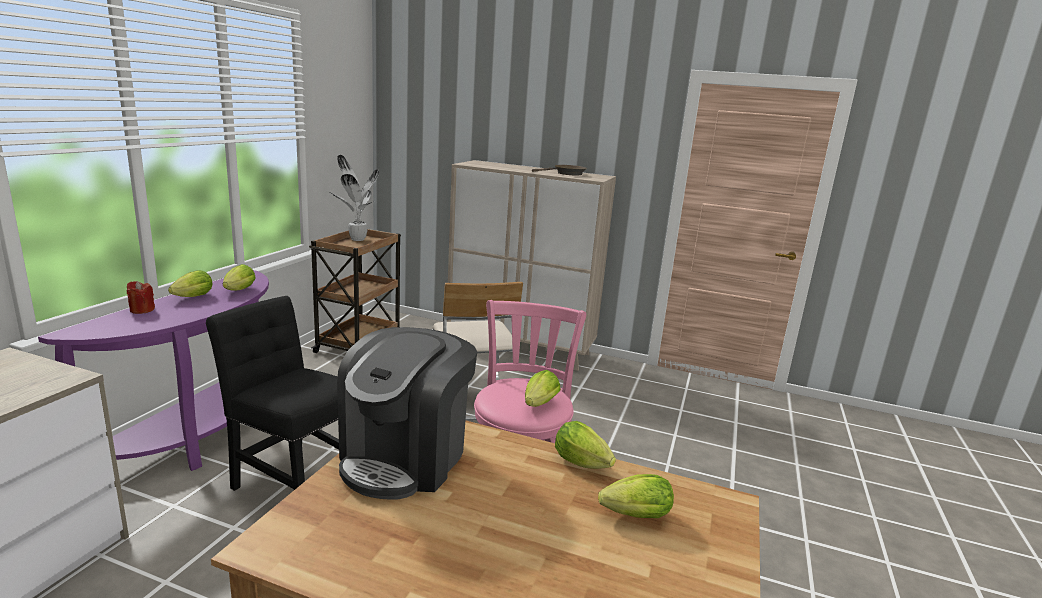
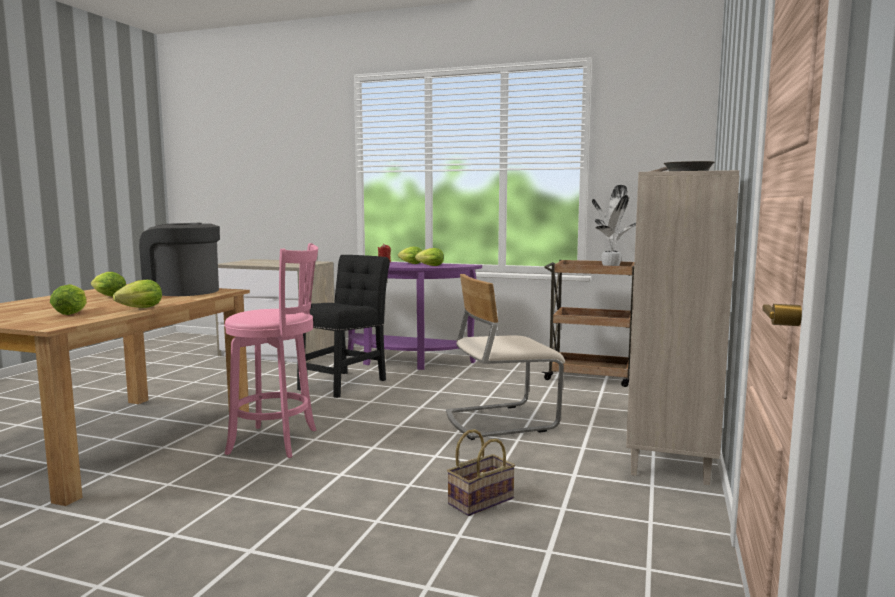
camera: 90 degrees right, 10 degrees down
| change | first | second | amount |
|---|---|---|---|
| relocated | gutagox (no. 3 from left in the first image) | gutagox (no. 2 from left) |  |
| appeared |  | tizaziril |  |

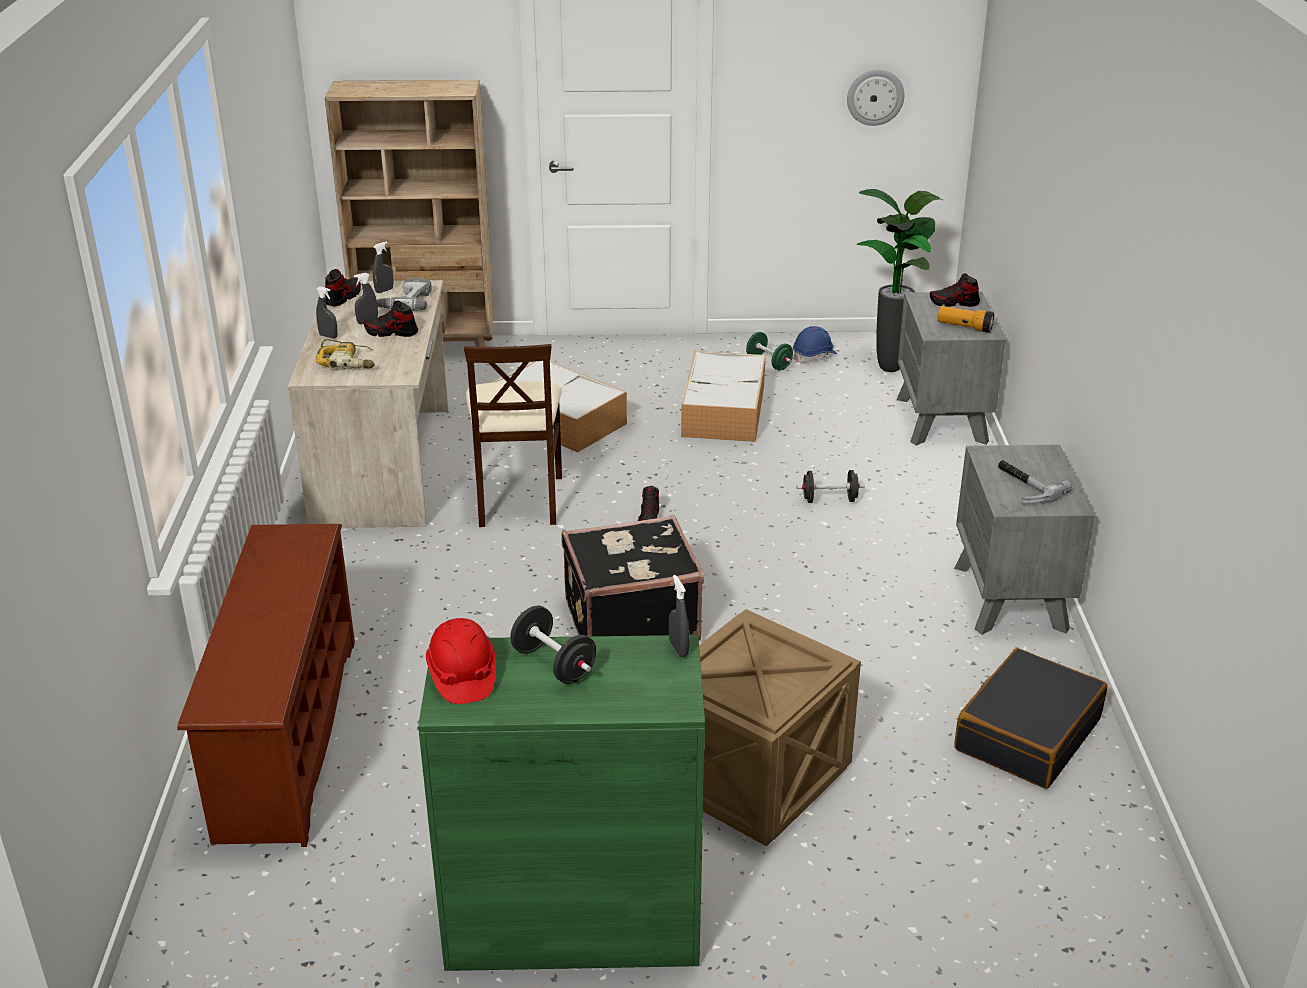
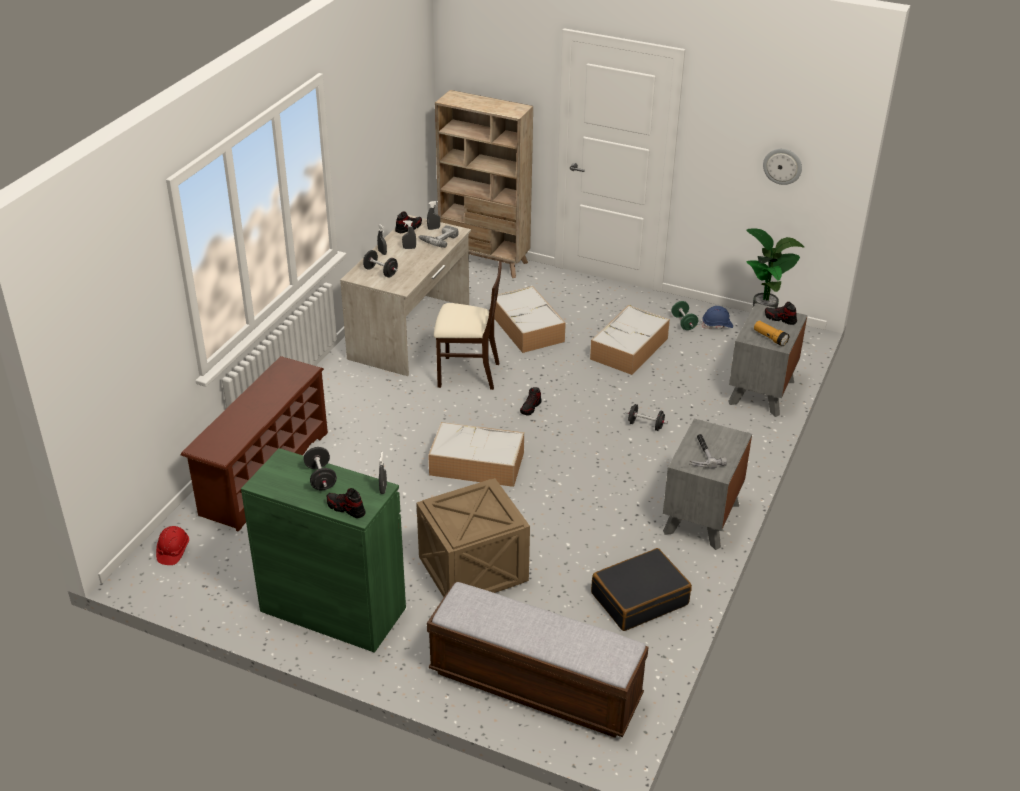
camera: 25 degrees right, 5 degrees up
| change | first | second | amount |
|---|---|---|---|
| relocated | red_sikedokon |  |  |
| relocated | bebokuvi (no. 2 from left in the first image) | bebokuvi (no. 1 from left) |  |
| exchanged | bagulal (no. 1 from left) | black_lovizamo (no. 2 from left) |  |
| appeared |  | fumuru |  |
| exchanged | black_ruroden (no. 1 from left) | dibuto (no. 1 from left) |  |
| spun | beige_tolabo |  | 105 degrees counterclockwise |

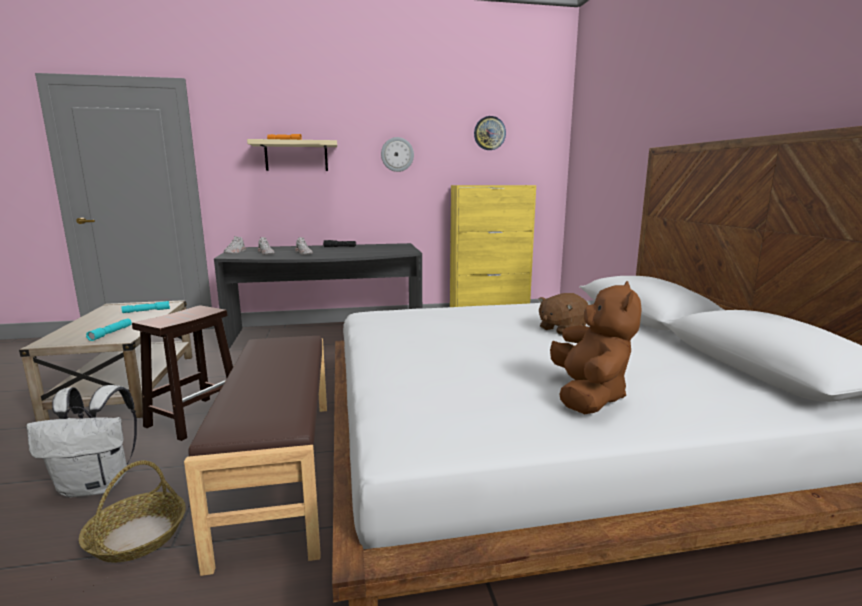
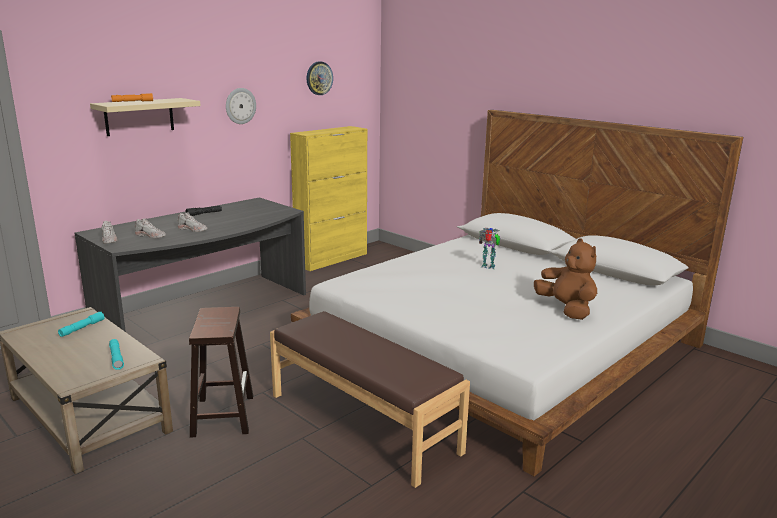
camera: 35 degrees left, 5 degrees up
| change | first | second | amount |
|---|---|---|---|
| exchanged | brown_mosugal (no. 1 from left) | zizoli |  |
| missing | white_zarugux |  |  |
| missing | tizaziril |  |  |

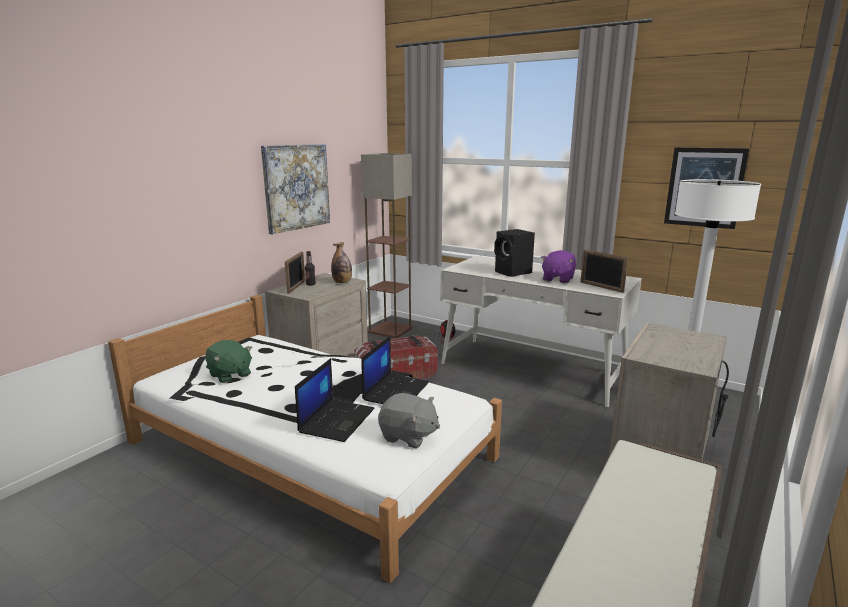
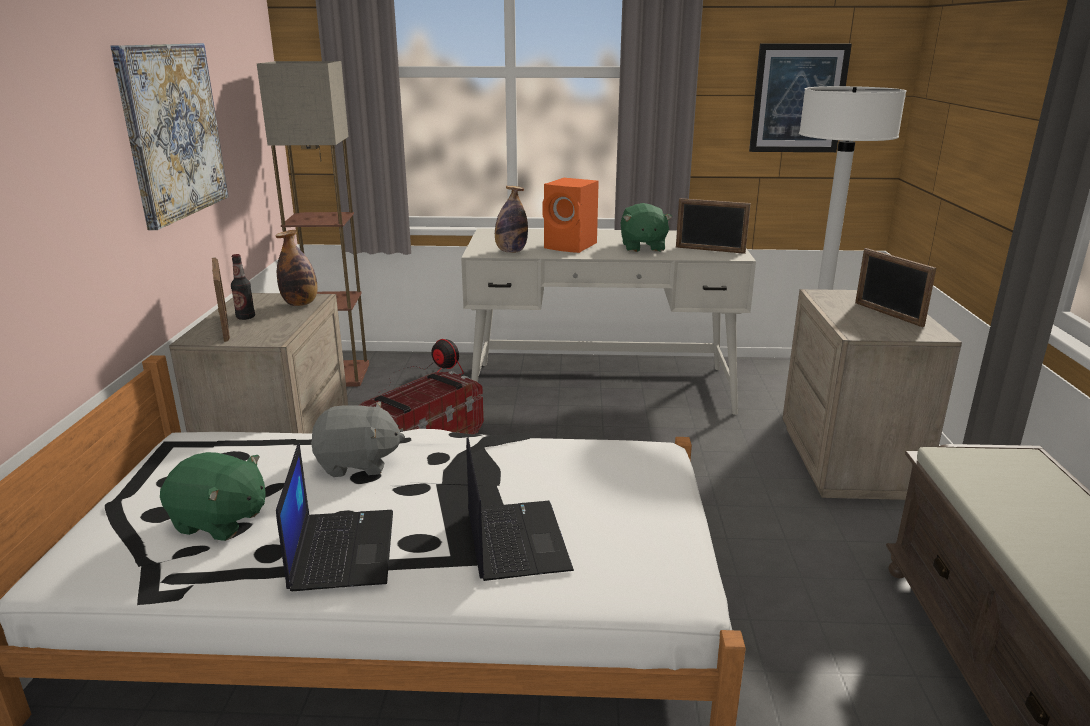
camera: 30 degrees left, 5 degrees up
| change | first | second | amount |
|---|---|---|---|
| relocated | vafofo (no. 2 from left in the first image) | vafofo (no. 1 from left) |  |
| relocated | grey_mosugal |  |  |
| appeared |  | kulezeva (no. 3 from left) |  |
| colour | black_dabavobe | orange_dabavobe |  |
| colour | purple_mosugal | green_mosugal (no. 2 from left) |  |
| appeared |  | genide (no. 3 from left) |  |

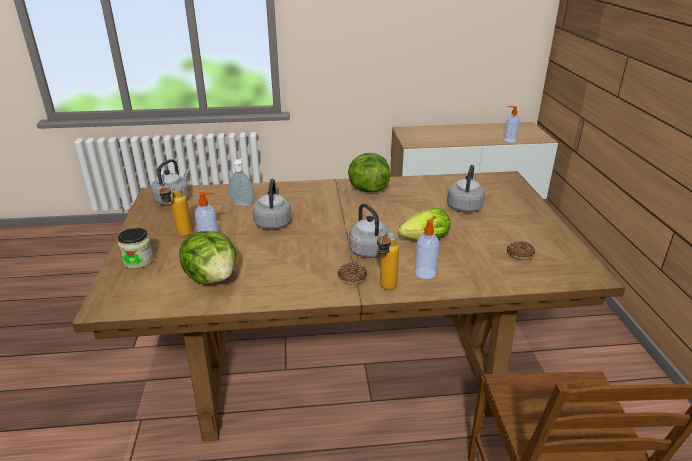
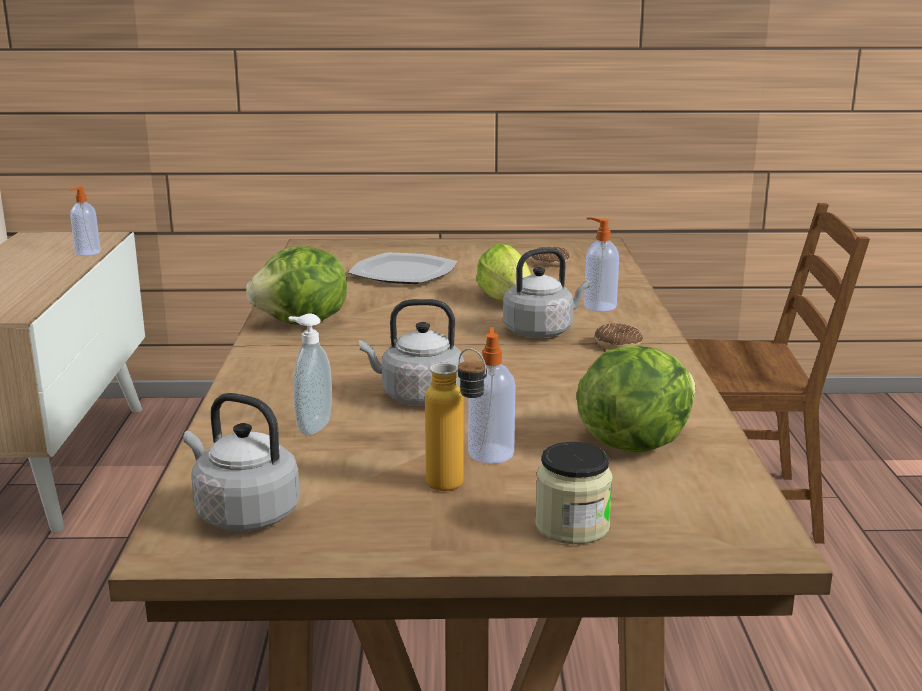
camera: 85 degrees left, 10 degrees down
| change | first | second | amount |
|---|---|---|---|
| exchanged | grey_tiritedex (no. 4 from left) | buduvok |  |
| missing | kulezeva (no. 2 from left) |  |  |

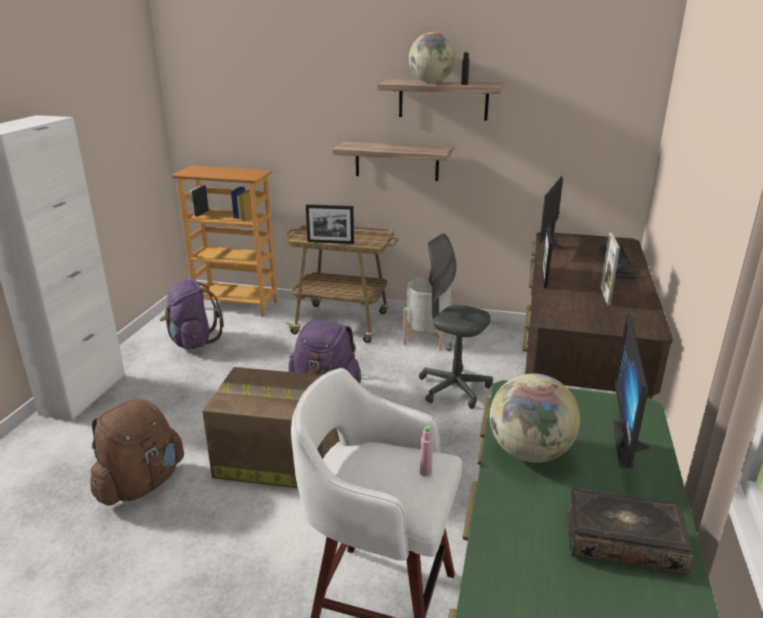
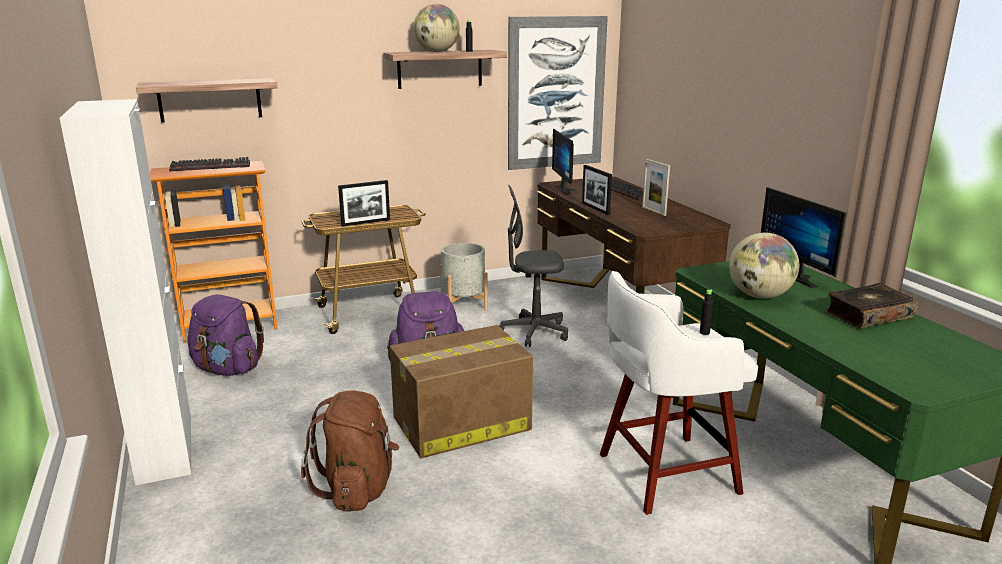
camera: 35 degrees left, 5 degrees down
| change | first | second | amount |
|---|---|---|---|
| relocated | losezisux (no. 1 from left) |  |  |
| appeared |  | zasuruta (no. 1 from left) |  |
| appeared |  | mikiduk |  |
| colour | pink_kulezeva | black_kulezeva (no. 2 from left) |  |

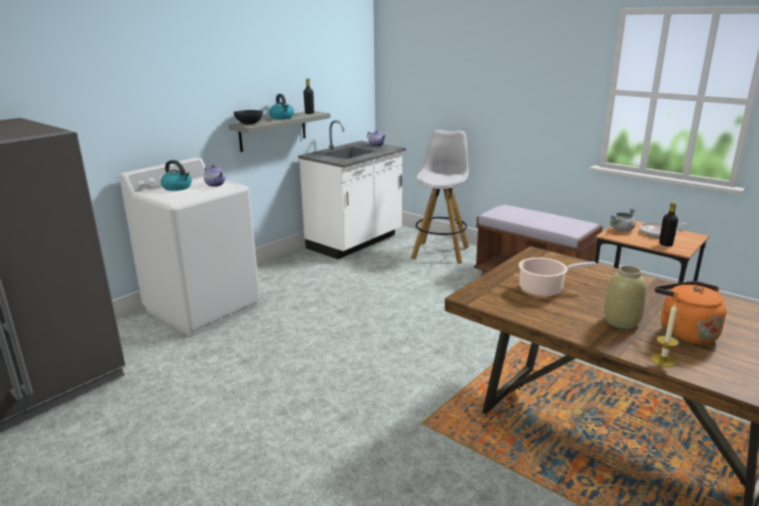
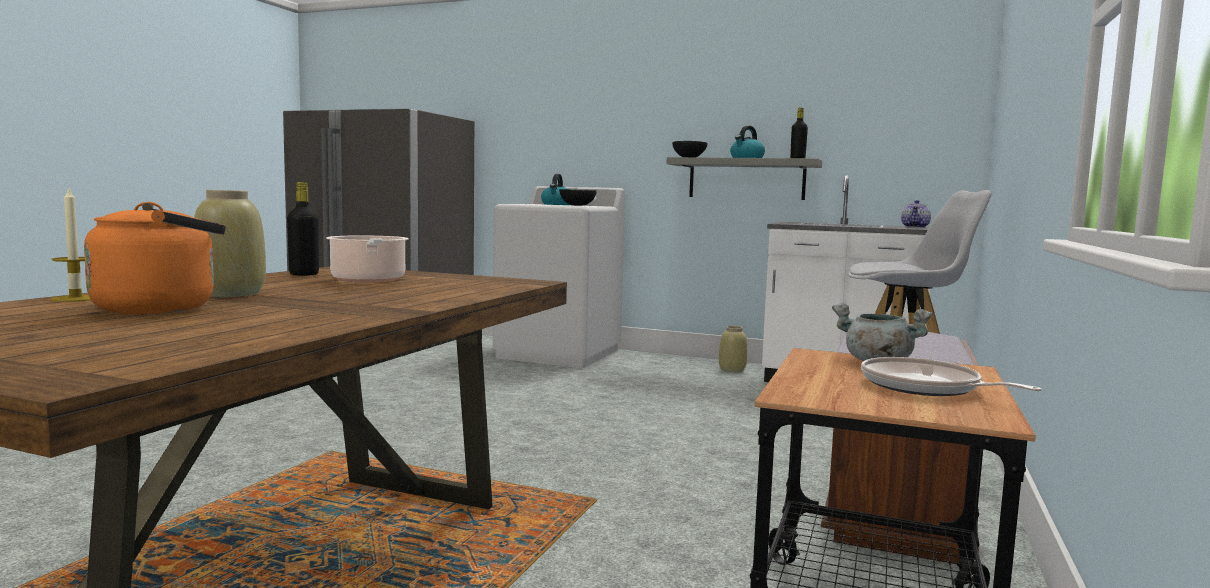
camera: 70 degrees right, 15 degrees down
| change | first | second | amount |
|---|---|---|---|
| relocated | black_kulezeva (no. 2 from left in the first image) | black_kulezeva (no. 1 from left) |  |
| exchanged | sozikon (no. 1 from left) | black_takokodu (no. 1 from left) |  |
| appeared |  | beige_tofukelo (no. 2 from left) |  |

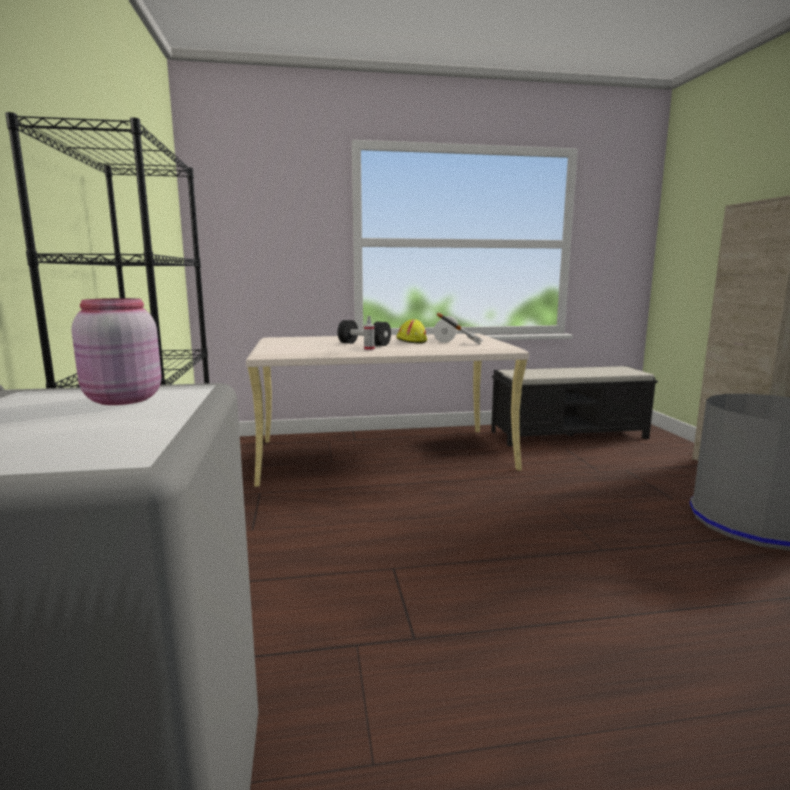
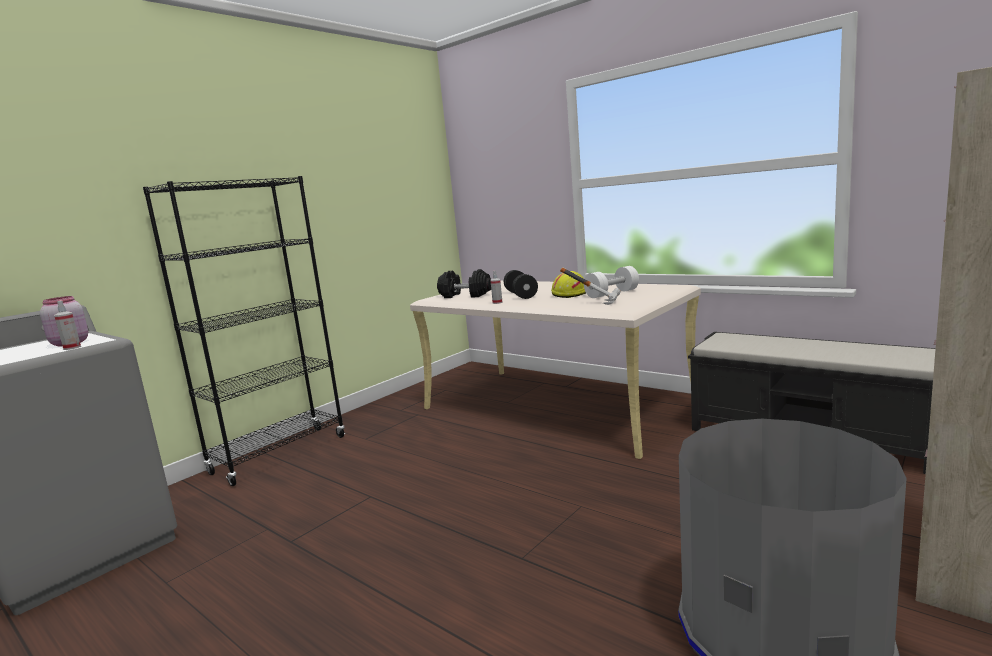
camera: 50 degrees right, 0 degrees up
| change | first | second | amount |
|---|---|---|---|
| appeared |  | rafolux (no. 1 from left) |  |
| appeared |  | black_lovizamo (no. 1 from left) |  |

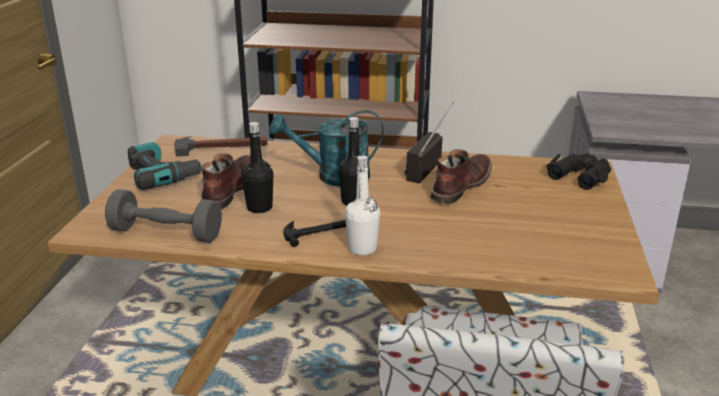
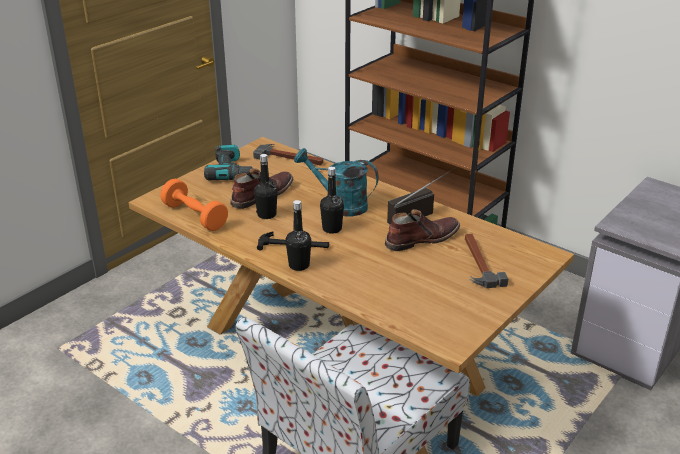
camera: 30 degrees right, 5 degrees up
| change | first | second | amount |
|---|---|---|---|
| colour | grey_lovizamo | orange_lovizamo |  |
| colour | white_kulezeva | black_kulezeva (no. 2 from left) |  |
| appeared |  | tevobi (no. 3 from left) |  |
| missing | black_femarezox |  |  |

